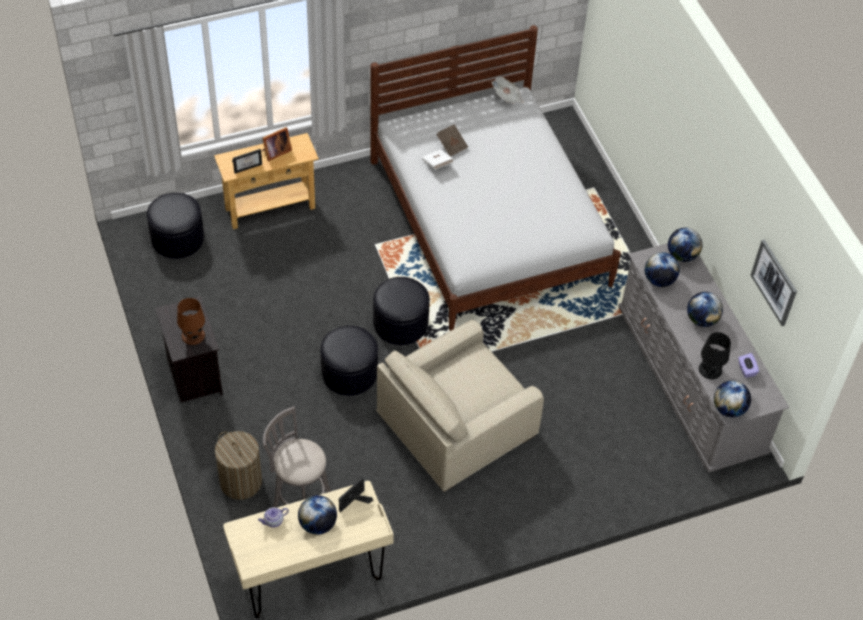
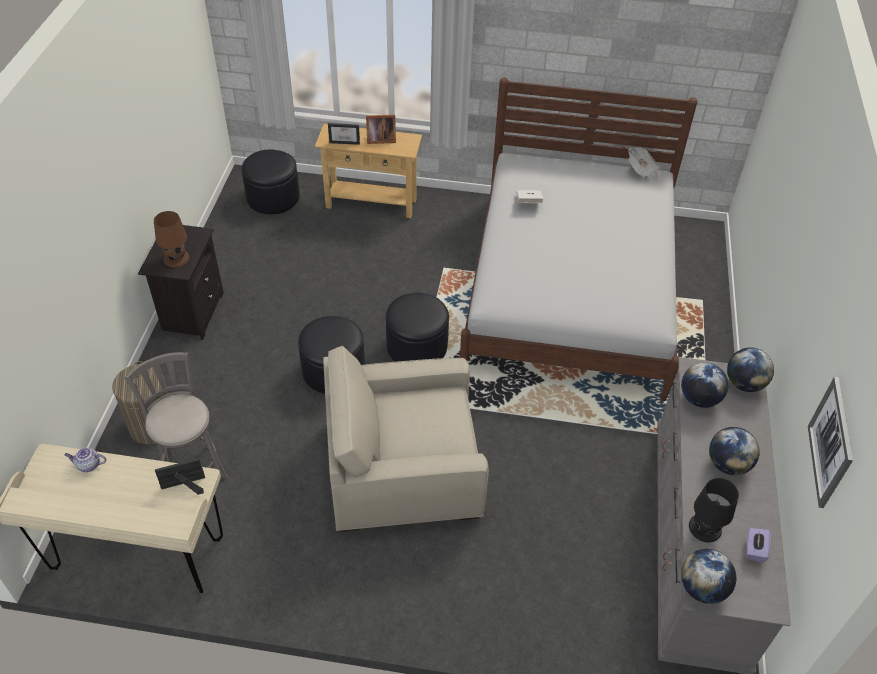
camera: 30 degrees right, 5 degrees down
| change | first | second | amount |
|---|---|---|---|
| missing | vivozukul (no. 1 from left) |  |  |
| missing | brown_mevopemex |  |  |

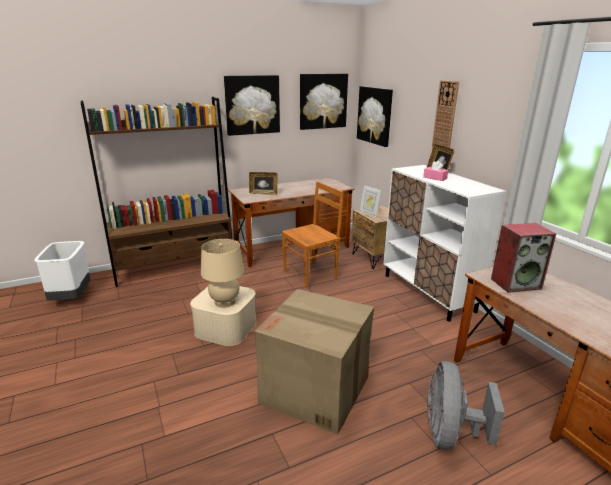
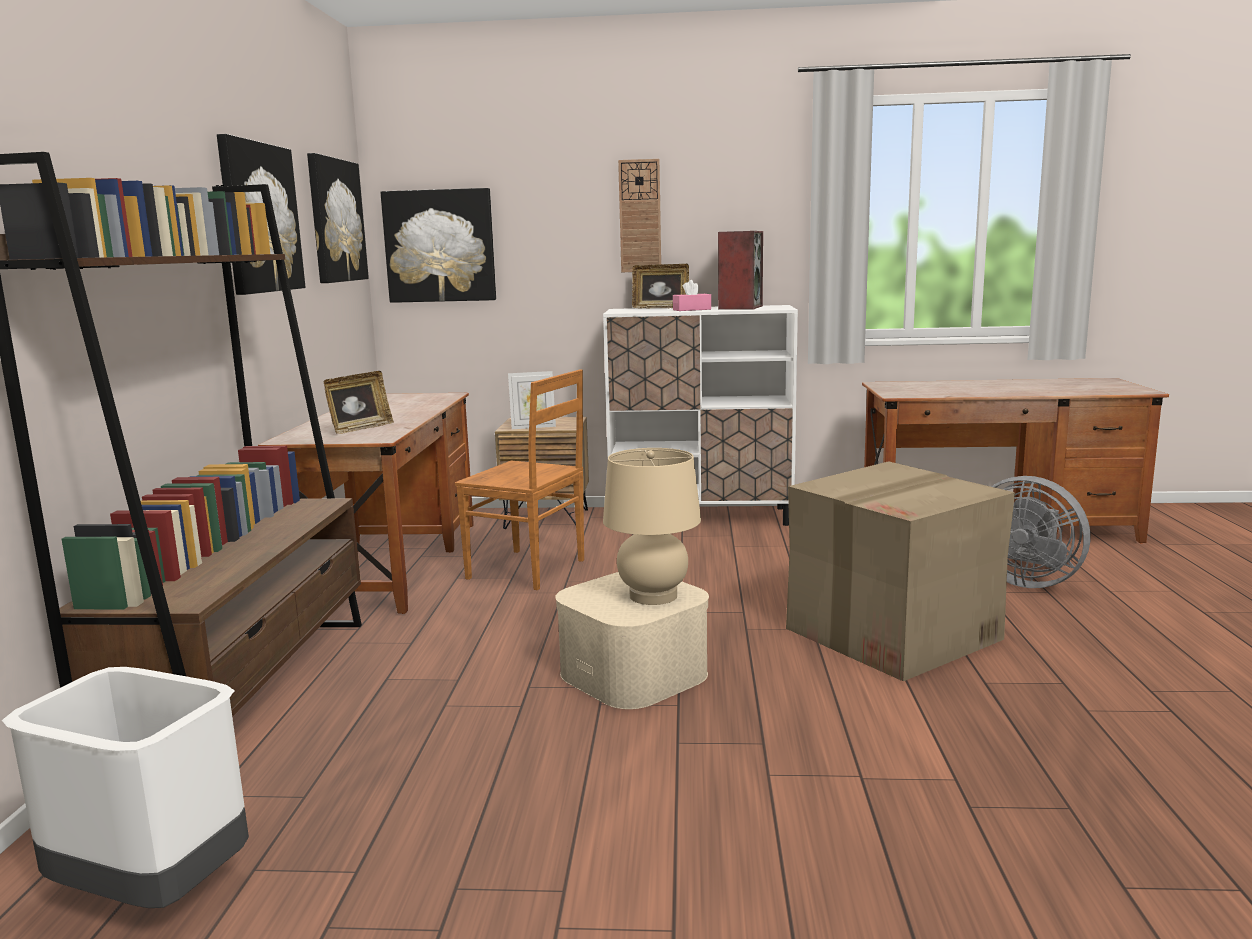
camera: 60 degrees left, 10 degrees down
| change | first | second | amount |
|---|---|---|---|
| spun | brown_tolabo |  | 120 degrees clockwise |
| relocated | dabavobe |  |  |

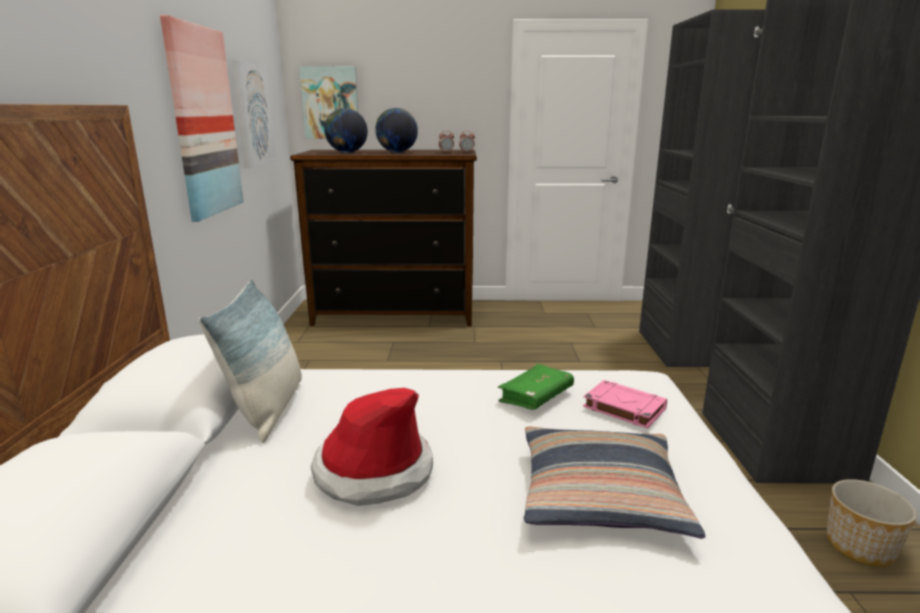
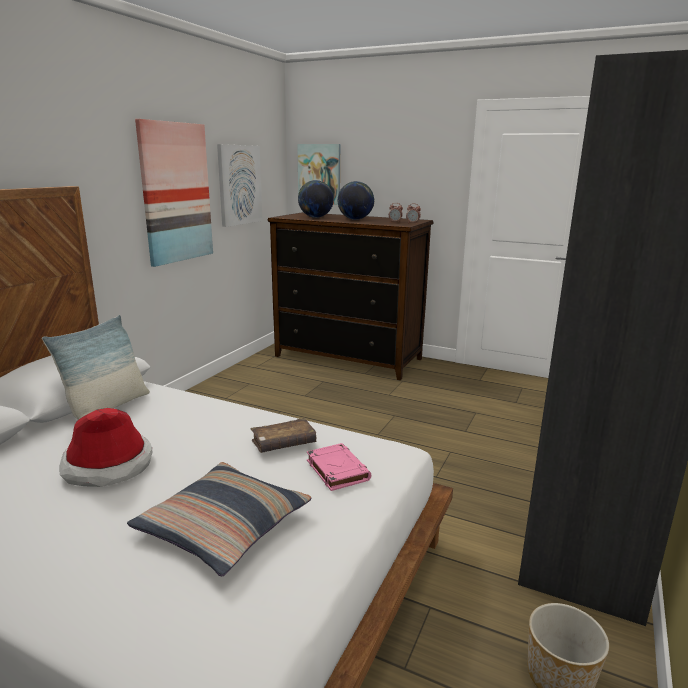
camera: 25 degrees right, 0 degrees up
| change | first | second | amount |
|---|---|---|---|
| colour | green_mevopemex | brown_mevopemex |  |

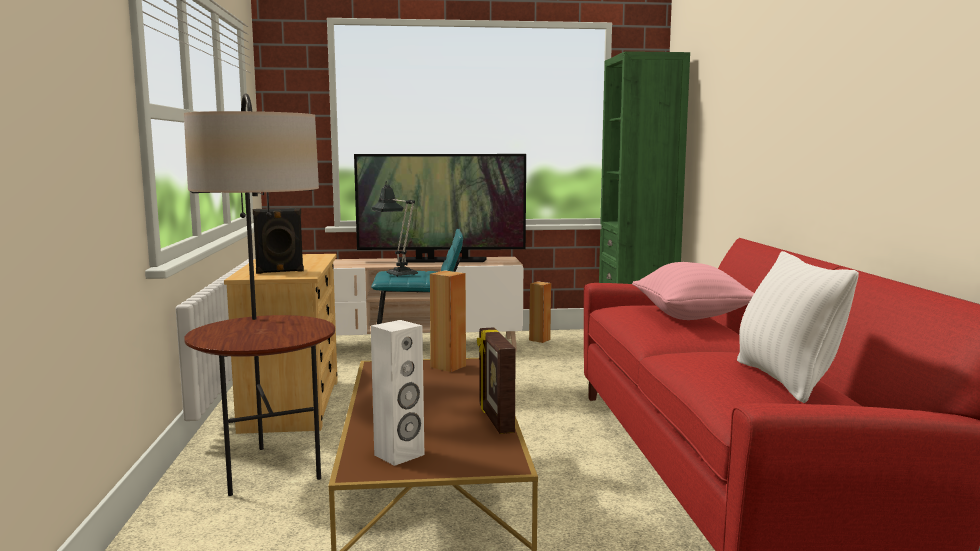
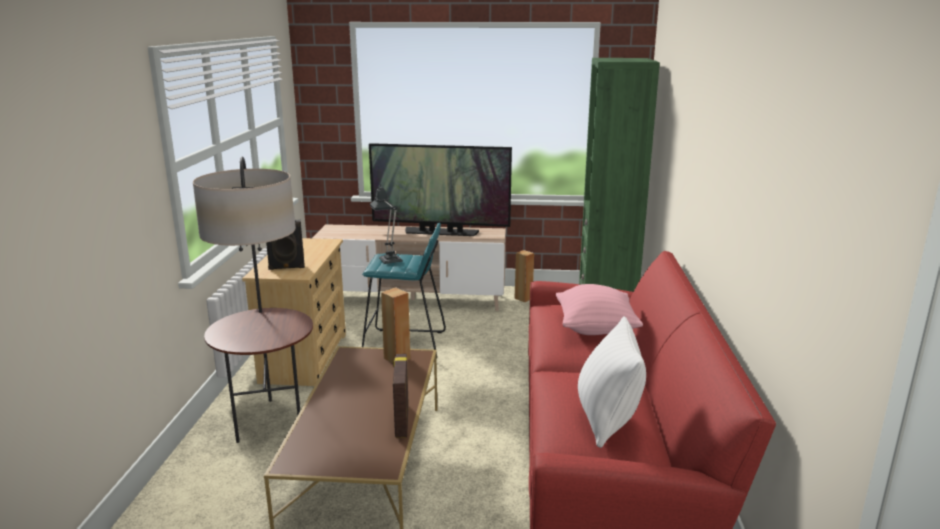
camera: 10 degrees right, 10 degrees up
| change | first | second | amount |
|---|---|---|---|
| missing | white_dabavobe |  |  |

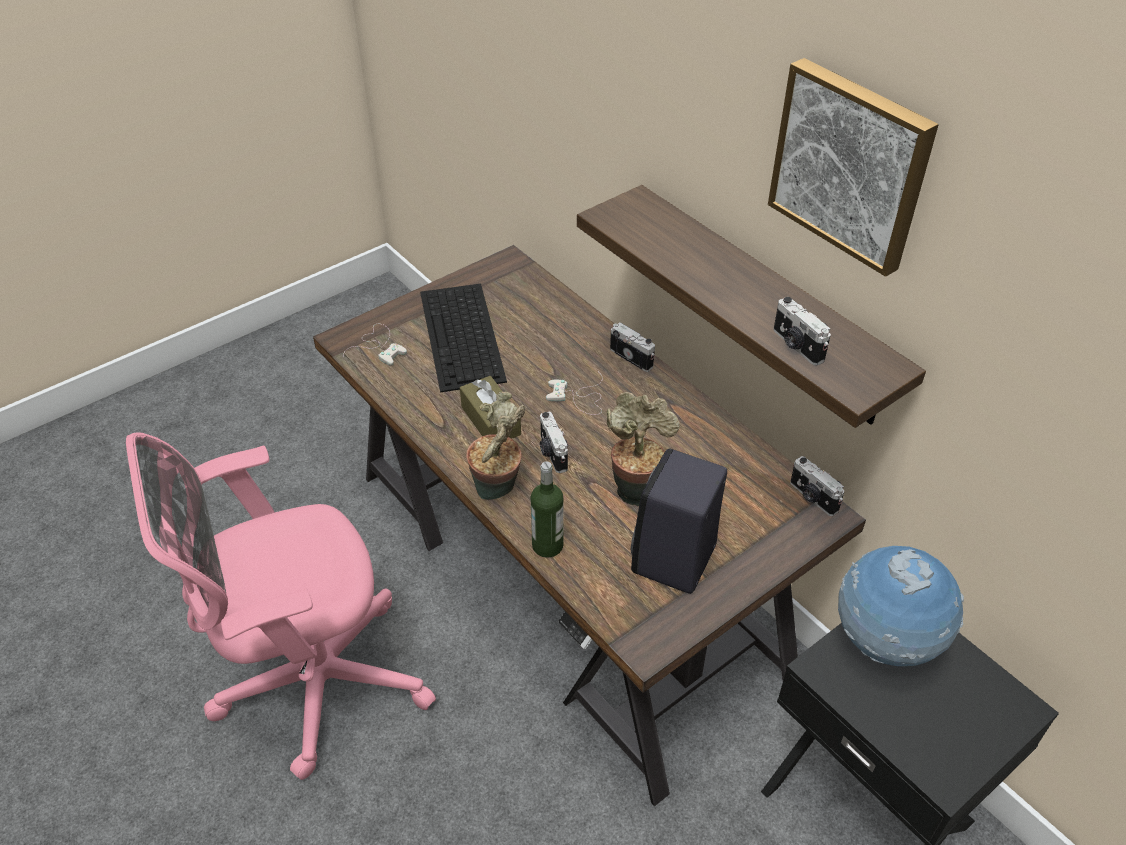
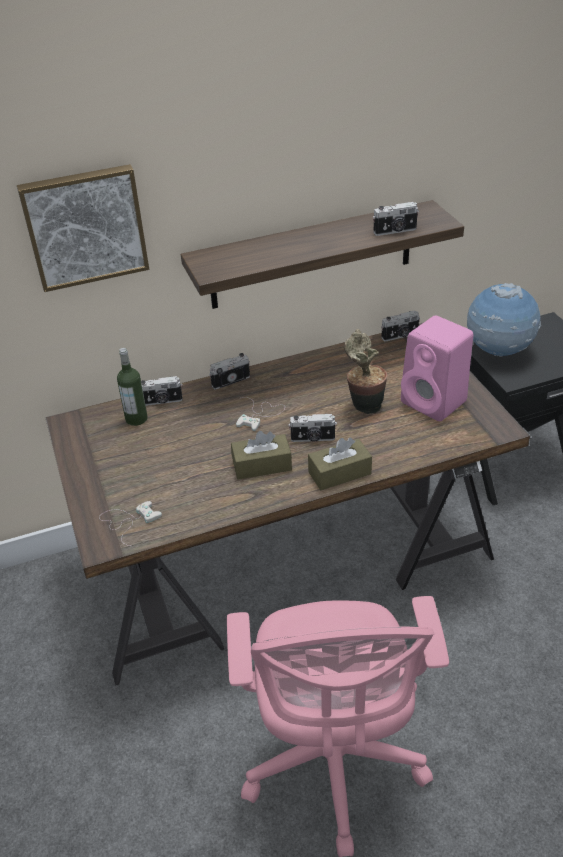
camera: 70 degrees left, 5 degrees down
| change | first | second | amount |
|---|---|---|---|
| relocated | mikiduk |  |  |
| relocated | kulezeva |  |  |
| appeared |  | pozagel (no. 1 from left) |  |
| exchanged | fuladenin (no. 1 from left) | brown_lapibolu (no. 2 from left) |  |
| colour | black_dabavobe | pink_dabavobe |  |
| missing | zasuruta |  |  |

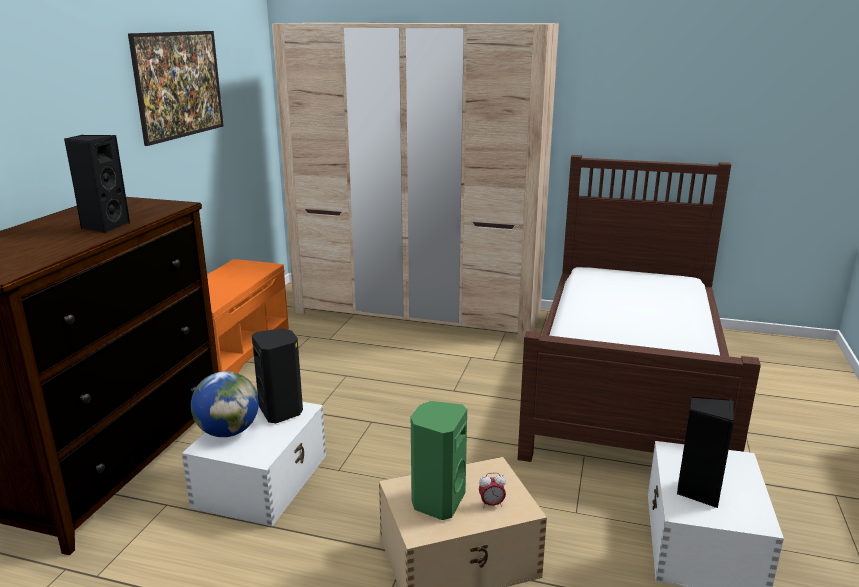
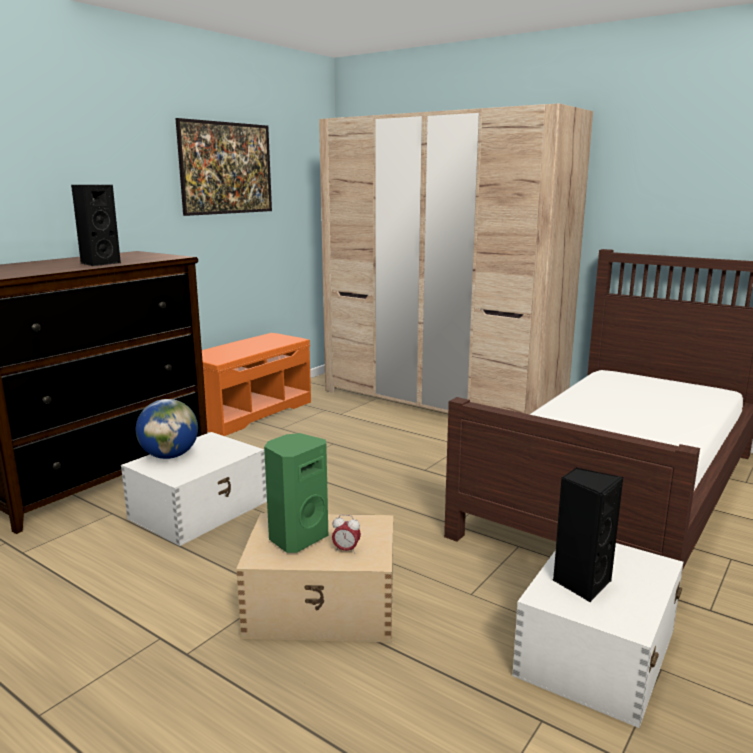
camera: 20 degrees right, 5 degrees down
| change | first | second | amount |
|---|---|---|---|
| missing | black_dabavobe (no. 2 from left) |  |  |

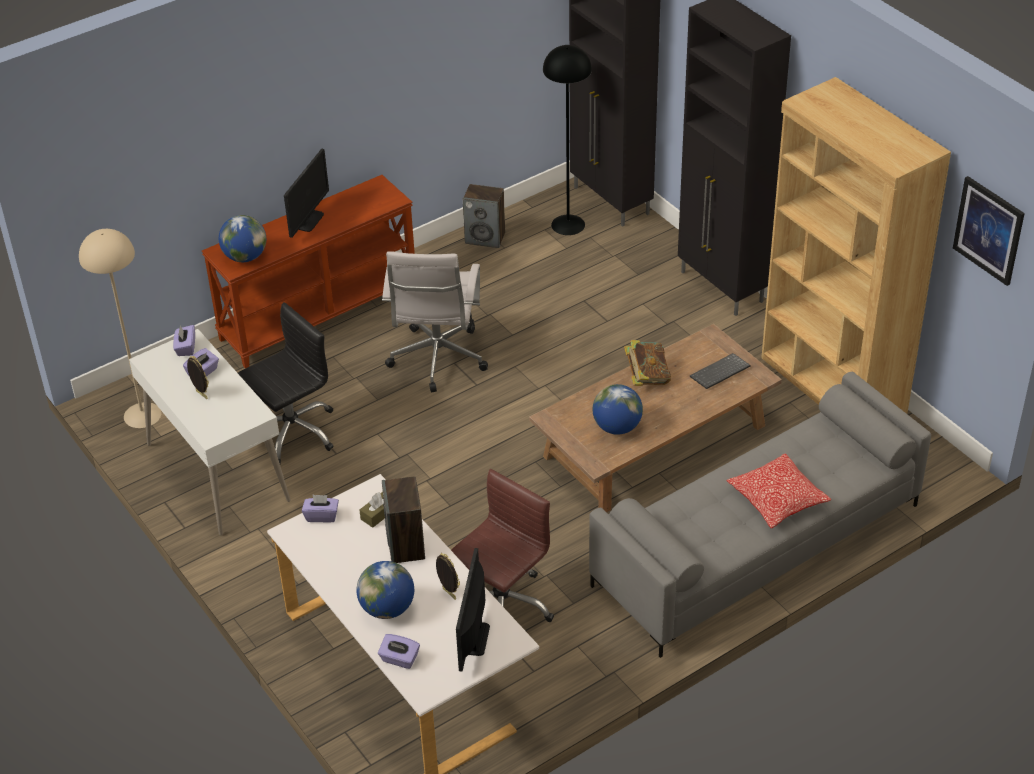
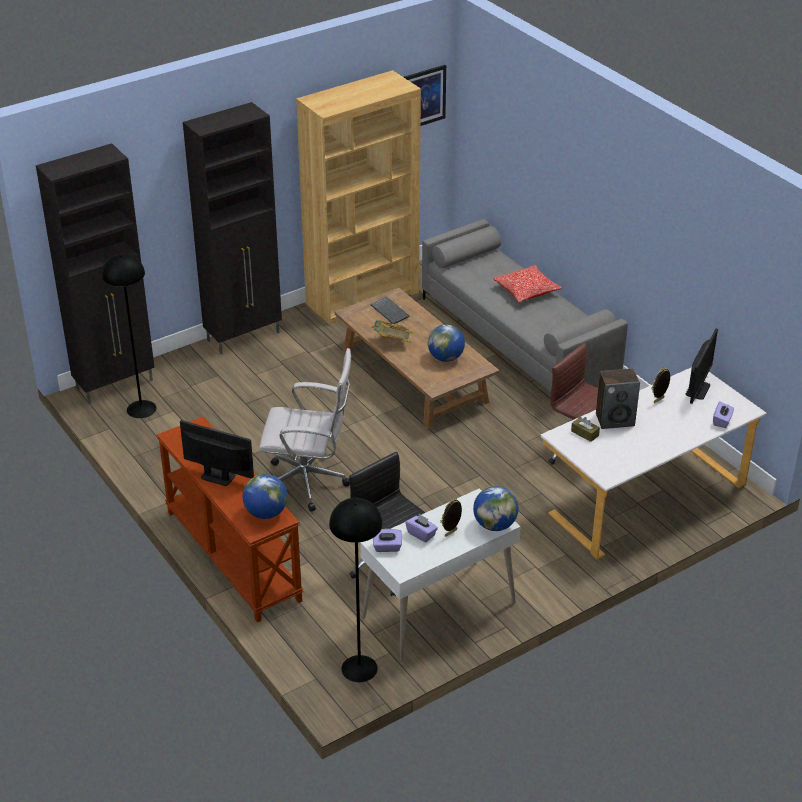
camera: 90 degrees left, 5 degrees down
| change | first | second | amount |
|---|---|---|---|
| colour | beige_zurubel | black_zurubel (no. 2 from left) |  |
| relocated | vivozukul (no. 2 from left in the first image) | vivozukul (no. 3 from left) |  |
| spun | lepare (no. 2 from left) |  | 75 degrees counterclockwise |
| missing | purple_lapibolu (no. 3 from left) |  |  |
| missing | dabavobe (no. 2 from left) |  |  |

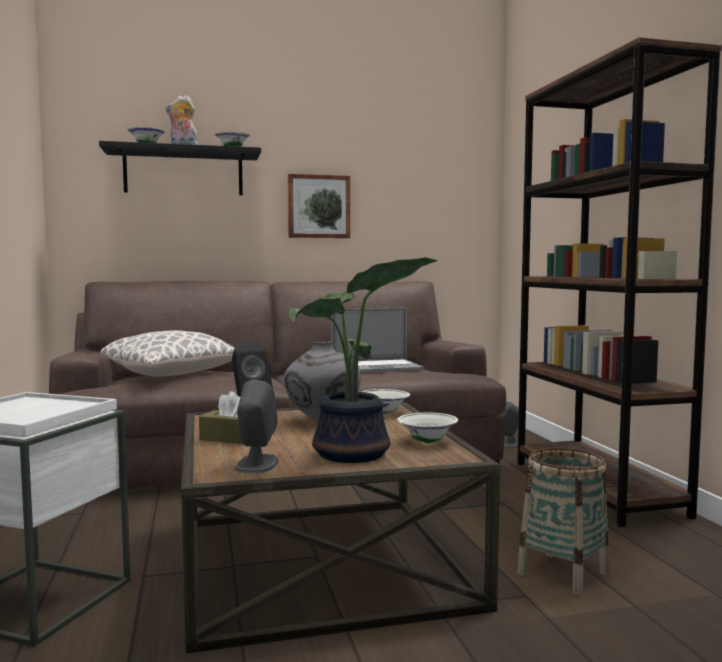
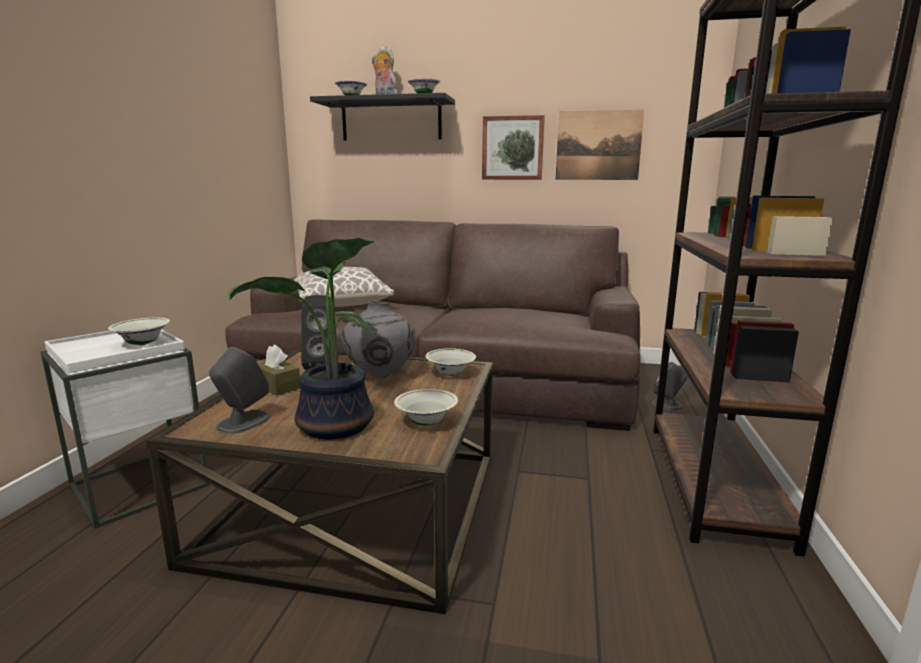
camera: 25 degrees right, 10 degrees up
| change | first | second | amount |
|---|---|---|---|
| appeared |  | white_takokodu (no. 1 from left) |  |
| appeared |  | mikiduk (no. 2 from left) |  |
| missing | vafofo |  |  |
| missing | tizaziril |  |  |

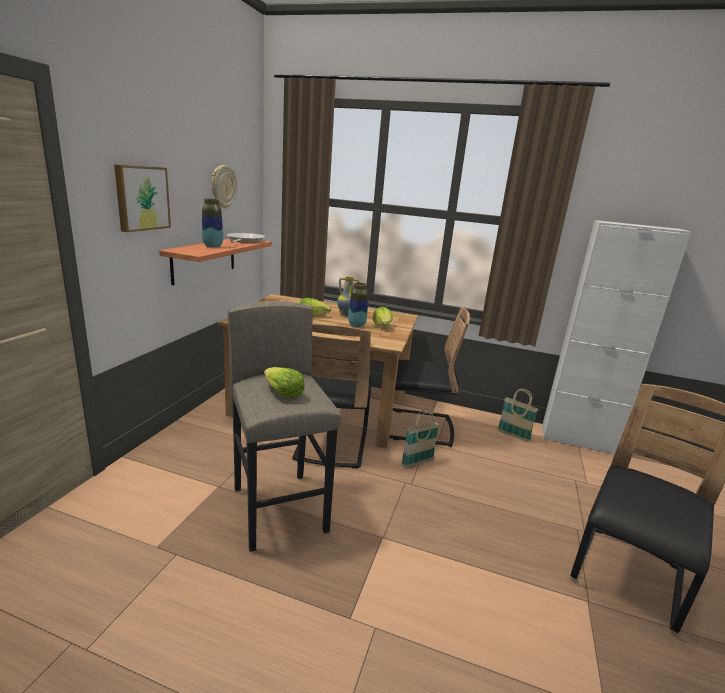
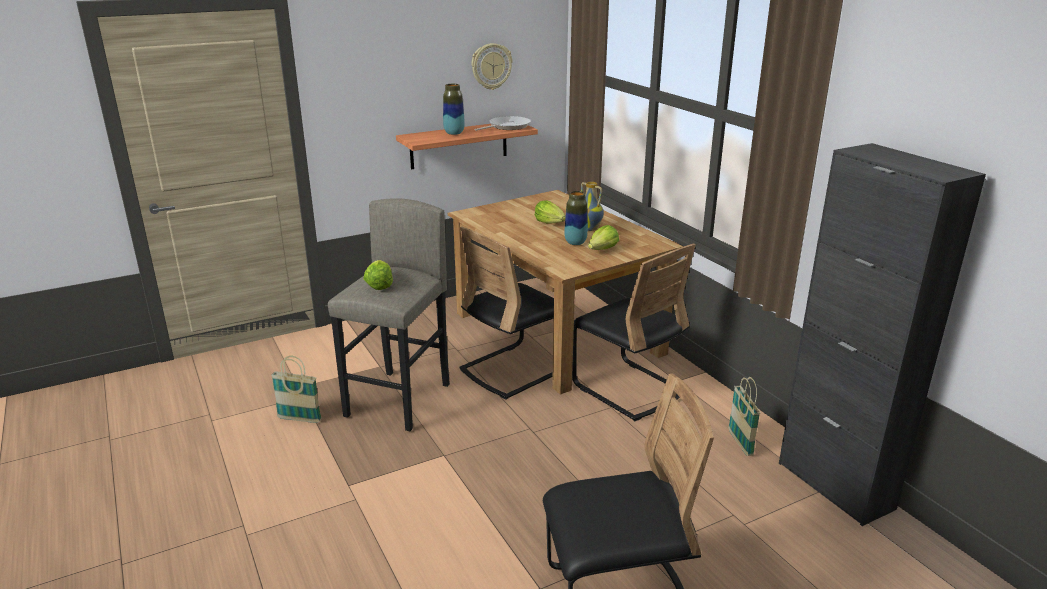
camera: 45 degrees right, 5 degrees up
| change | first | second | amount |
|---|---|---|---|
| relocated | tizaziril (no. 1 from left) |  |  |
| colour | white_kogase | black_kogase |  |
| missing | mikiduk |  |  |

